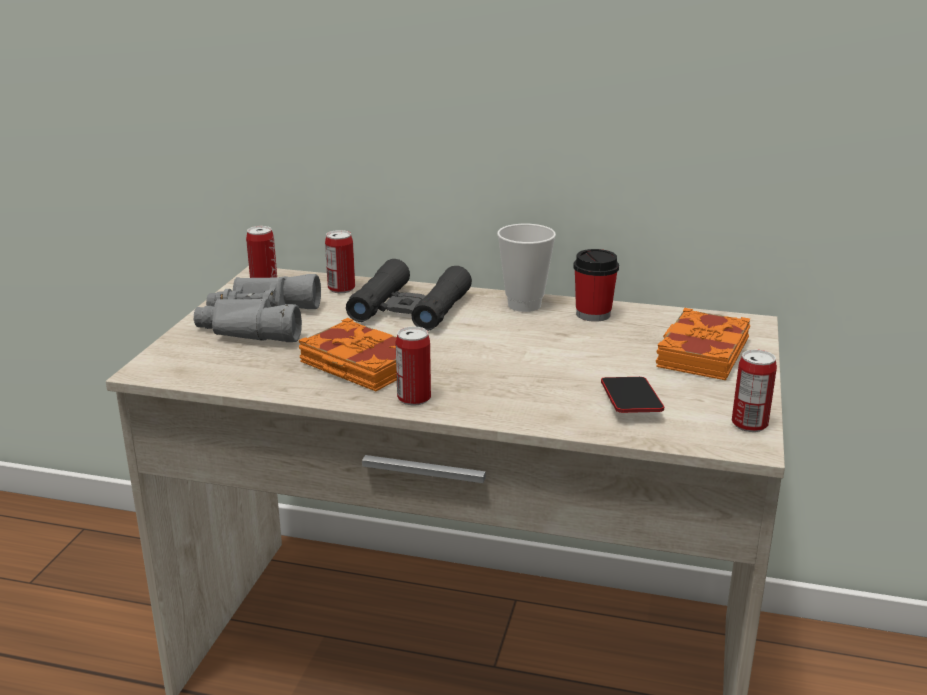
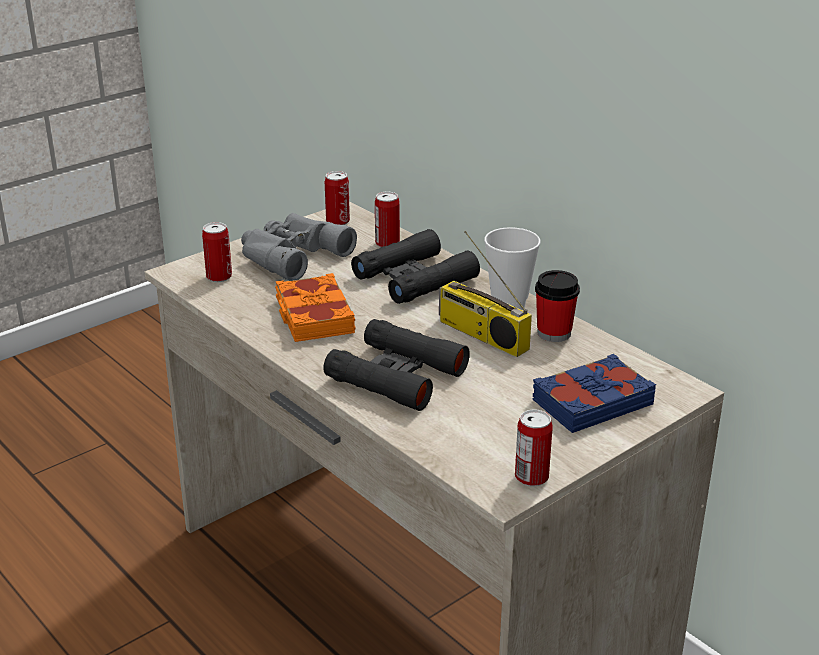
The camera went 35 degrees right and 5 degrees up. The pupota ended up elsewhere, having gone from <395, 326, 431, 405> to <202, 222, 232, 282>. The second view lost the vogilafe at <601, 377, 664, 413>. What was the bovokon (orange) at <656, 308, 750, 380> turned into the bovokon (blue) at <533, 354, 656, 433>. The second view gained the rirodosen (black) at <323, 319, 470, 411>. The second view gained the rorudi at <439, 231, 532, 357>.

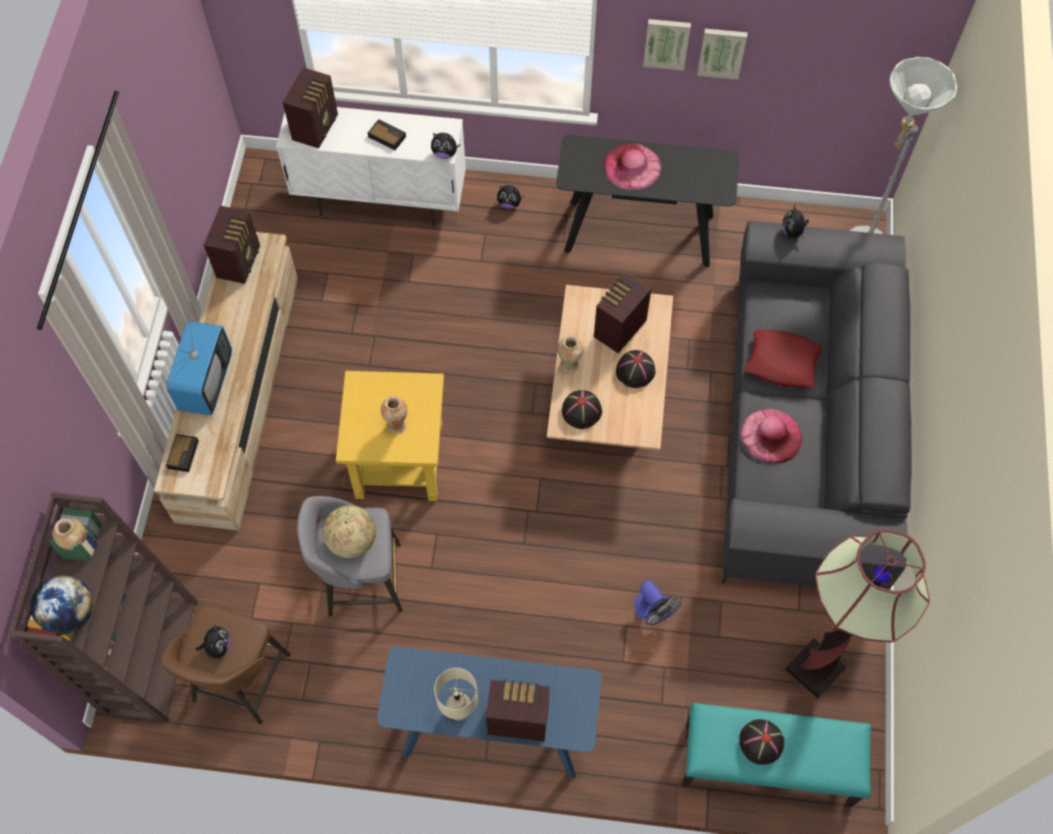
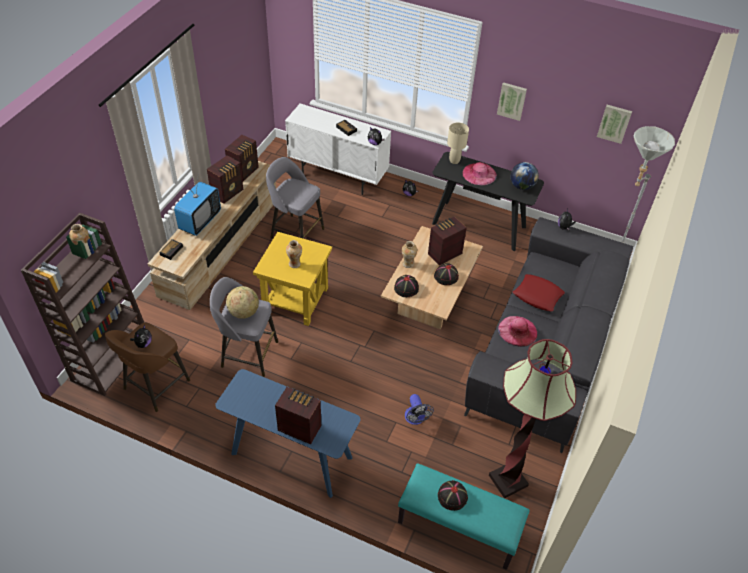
The camera went 15 degrees right and 15 degrees down. The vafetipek ended up elsewhere, having gone from <30, 575, 93, 635> to <511, 162, 539, 190>. The rorudi ended up elsewhere, having gone from <283, 67, 338, 148> to <207, 155, 243, 204>. The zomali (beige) ended up elsewhere, having gone from <434, 668, 478, 720> to <447, 123, 469, 164>. The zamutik ended up elsewhere, having gone from <697, 29, 747, 80> to <597, 105, 632, 144>. The second view gained the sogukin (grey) at <266, 157, 324, 239>.

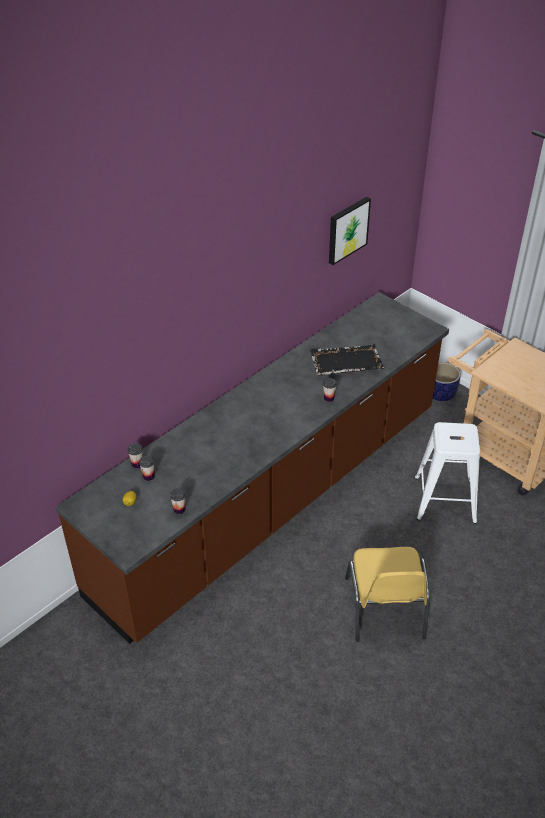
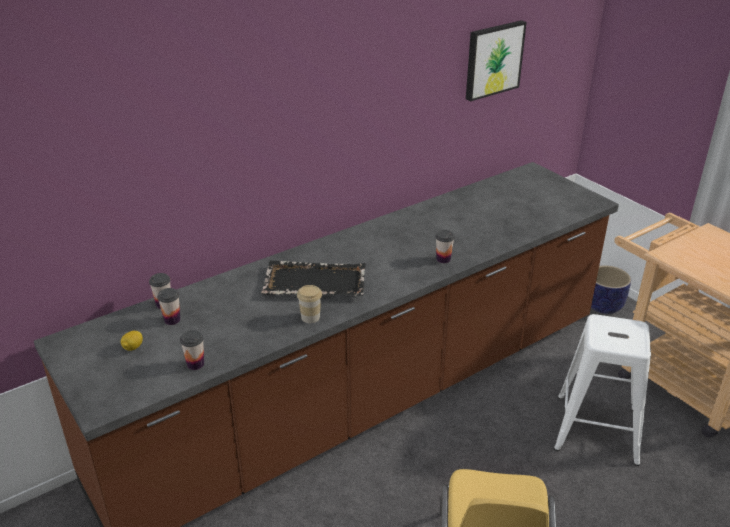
The camera went 10 degrees right and 10 degrees down. The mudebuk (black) ended up elsewhere, having gone from <310, 344, 384, 376> to <261, 260, 366, 296>. The second view gained the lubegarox at <297, 285, 322, 323>.

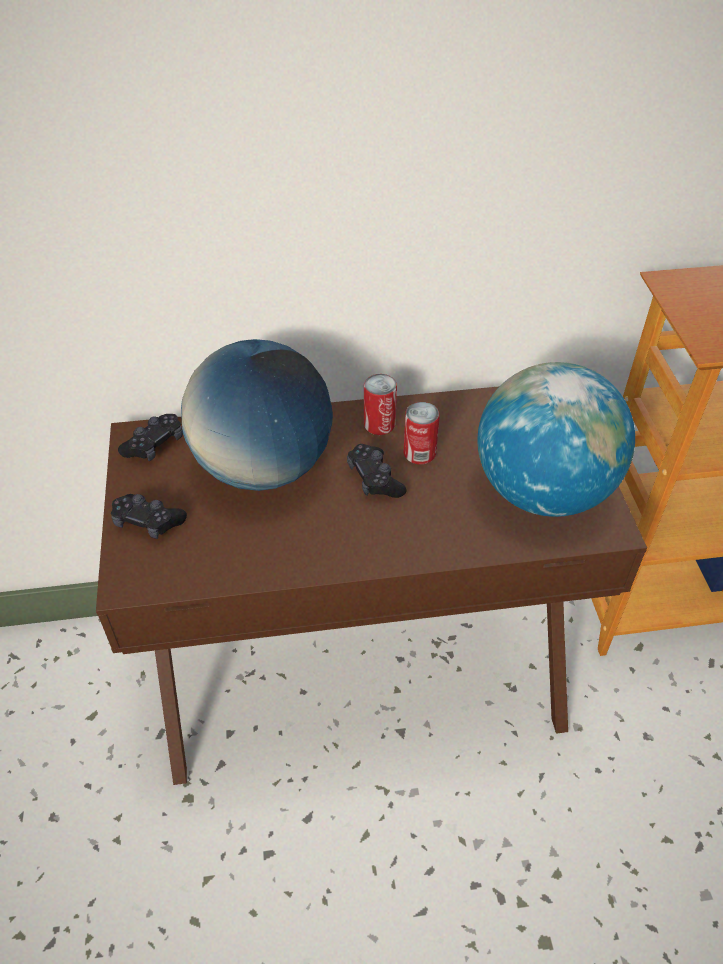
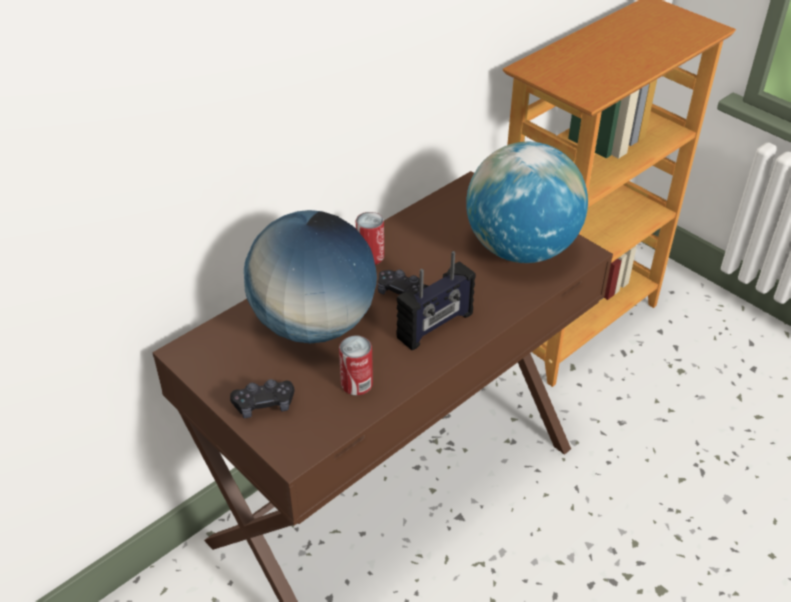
The camera went 35 degrees left and 5 degrees down. The second view lost the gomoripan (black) at <118, 414, 183, 461>. The pupota ended up elsewhere, having gone from <403, 402, 440, 465> to <339, 335, 373, 395>. The second view gained the rorudi at <397, 251, 476, 350>.

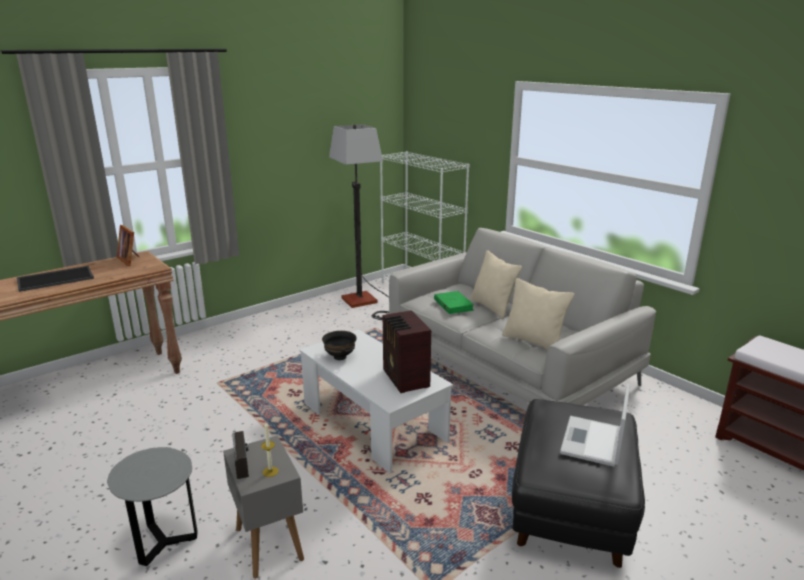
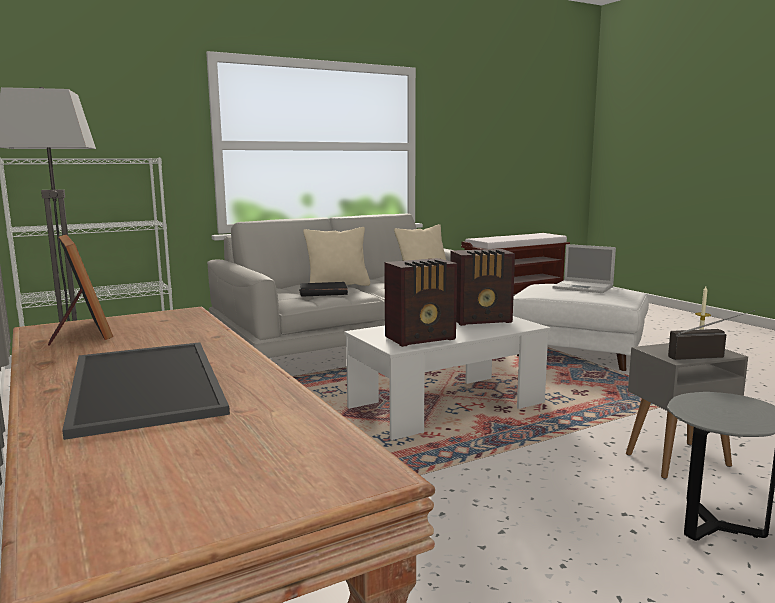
The camera went 80 degrees left and 10 degrees down. The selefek at <117, 225, 139, 266> ended up facing another way, 90 degrees counterclockwise from before. Where the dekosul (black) stood at <322, 331, 357, 360>, the rorudi came to stand at <384, 258, 457, 347>. What was the bovokon (green) at <434, 291, 474, 314> turned into the bovokon (black) at <299, 282, 348, 297>. What was the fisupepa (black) at <512, 399, 645, 568> turned into the fisupepa (white) at <513, 284, 649, 371>.

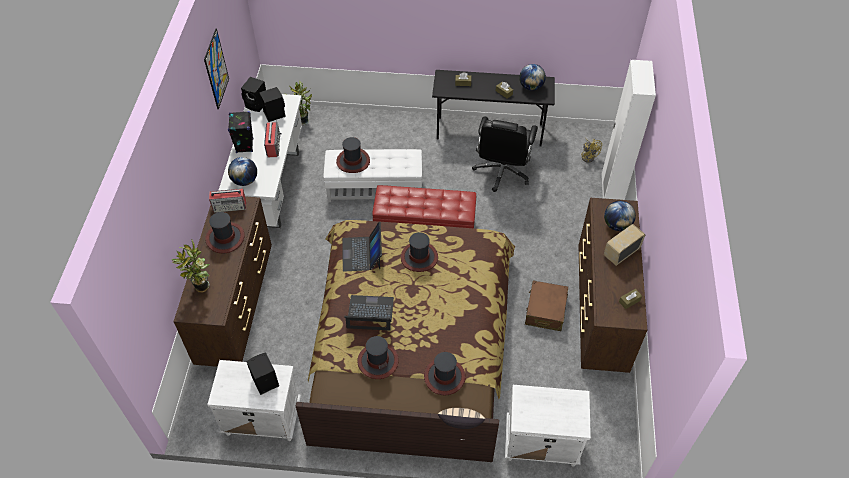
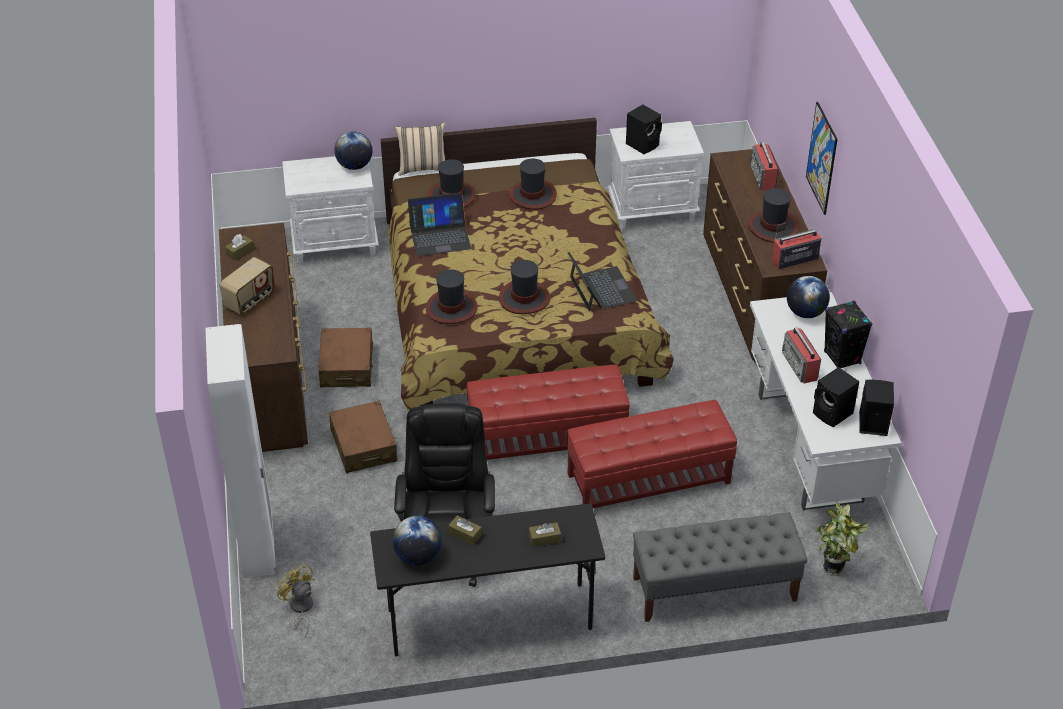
The camera went 165 degrees right and 10 degrees down. Where the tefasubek stood at <171, 239, 210, 293>, the rorudi came to stand at <750, 142, 779, 191>. The zamutik ended up elsewhere, having gone from <204, 29, 229, 109> to <806, 102, 838, 215>. What was the fisupepa (white) at <323, 149, 422, 202> turned into the fisupepa (red) at <567, 400, 737, 508>. The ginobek ended up elsewhere, having gone from <336, 137, 370, 173> to <426, 269, 478, 324>. The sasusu ended up elsewhere, having gone from <344, 295, 394, 331> to <408, 193, 471, 256>. The vafetipek ended up elsewhere, having gone from <604, 201, 636, 231> to <334, 132, 373, 170>. The second view gained the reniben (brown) at <329, 401, 397, 473>. The second view gained the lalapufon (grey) at <633, 512, 808, 622>.

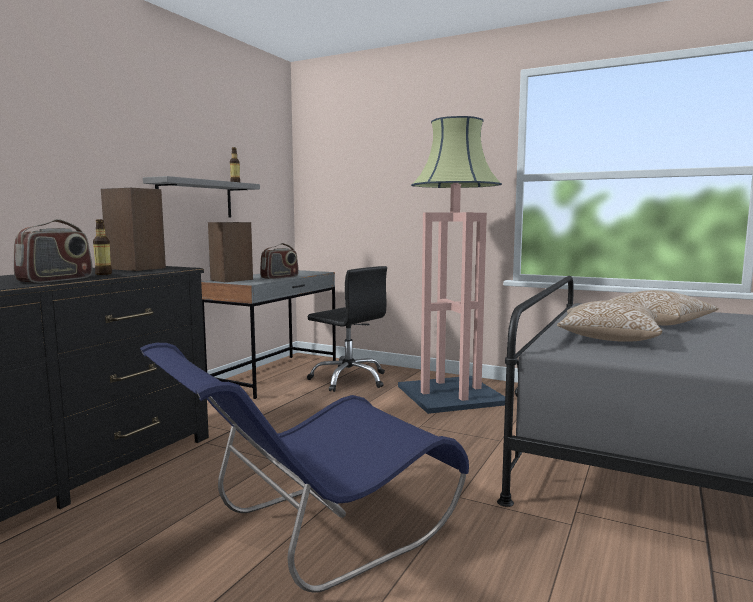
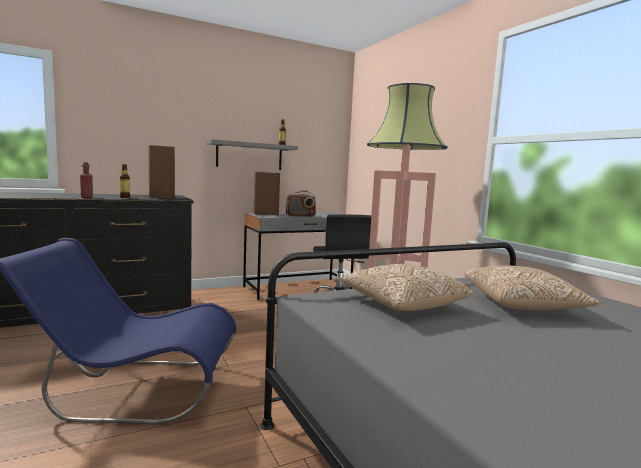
The camera went 35 degrees right and 0 degrees up. Where the rorudi stood at <13, 219, 93, 283>, the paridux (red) came to stand at <80, 162, 93, 198>.

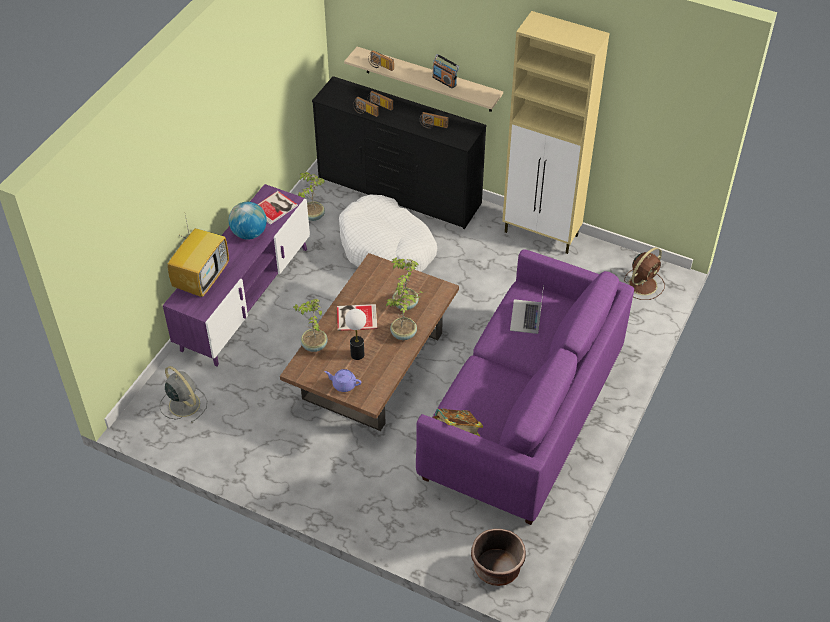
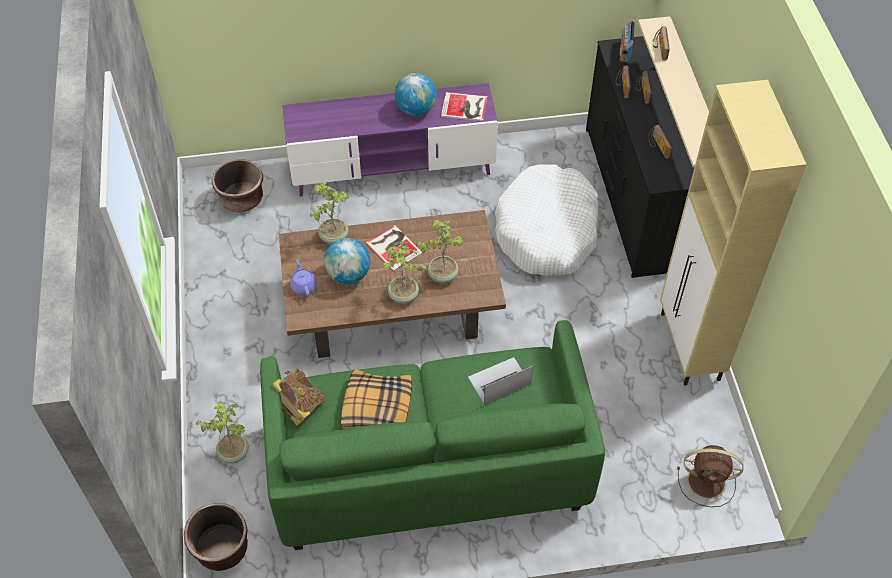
The camera went 55 degrees right and 5 degrees up. Where the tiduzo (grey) stood at <160, 366, 207, 423>, the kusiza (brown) came to stand at <212, 159, 263, 212>. The second view lost the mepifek at <167, 210, 229, 297>. The tefasubek ended up elsewhere, having gone from <298, 172, 326, 221> to <196, 402, 249, 463>. Where the zomali stood at <345, 309, 366, 360>, the vafetipek came to stand at <324, 238, 370, 284>. What was the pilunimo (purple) at <416, 249, 634, 525> turned into the pilunimo (green) at <260, 320, 605, 550>. The rorudi ended up elsewhere, having gone from <432, 54, 459, 89> to <619, 20, 635, 63>. The second view gained the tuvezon at <341, 369, 412, 429>.

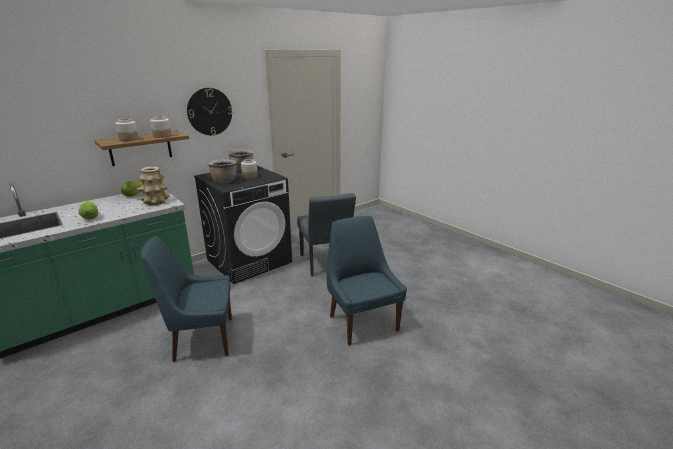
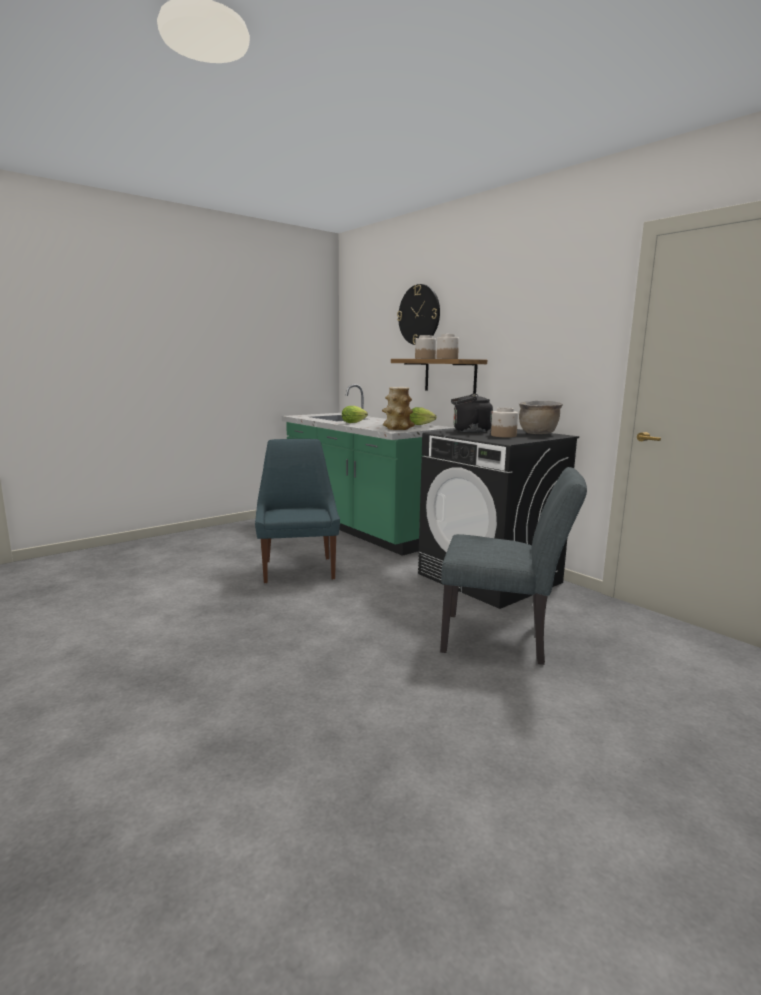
The camera went 90 degrees right and 10 degrees down. The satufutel ended up elsewhere, having gone from <187, 88, 233, 135> to <397, 284, 440, 345>. Where the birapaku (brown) stood at <208, 159, 237, 184>, the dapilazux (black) came to stand at <451, 393, 493, 433>. The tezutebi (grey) at <297, 193, 356, 277> ended up facing another way, 150 degrees counterclockwise from before. The second view lost the tezutebi (blue) at <327, 216, 407, 345>.

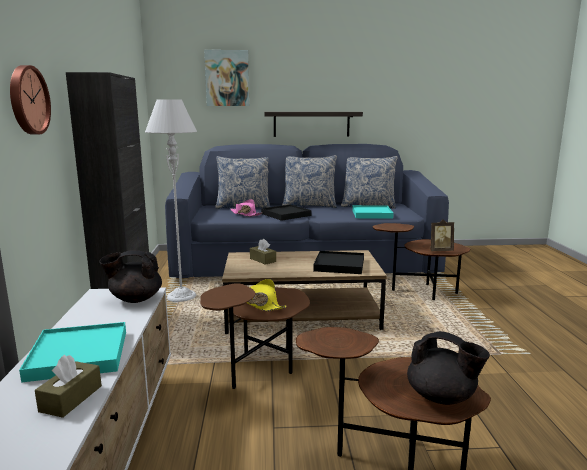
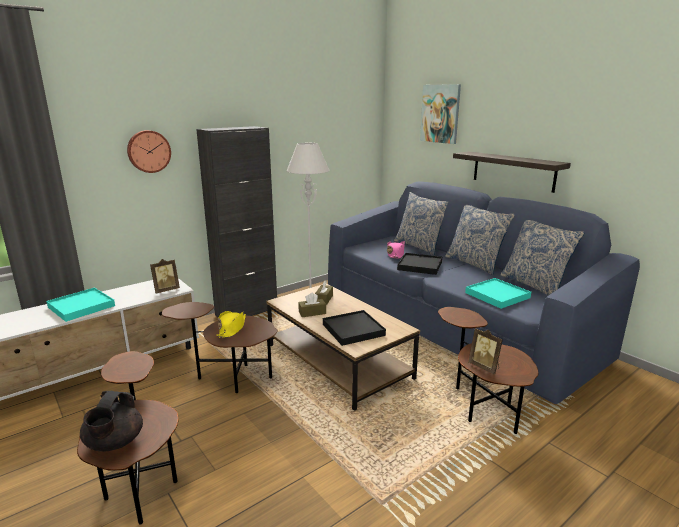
The camera went 55 degrees right and 5 degrees up. The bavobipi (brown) ended up elsewhere, having gone from <35, 354, 102, 418> to <298, 293, 326, 317>. Where the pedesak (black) stood at <99, 250, 162, 303>, the selefek came to stand at <150, 259, 180, 293>.

